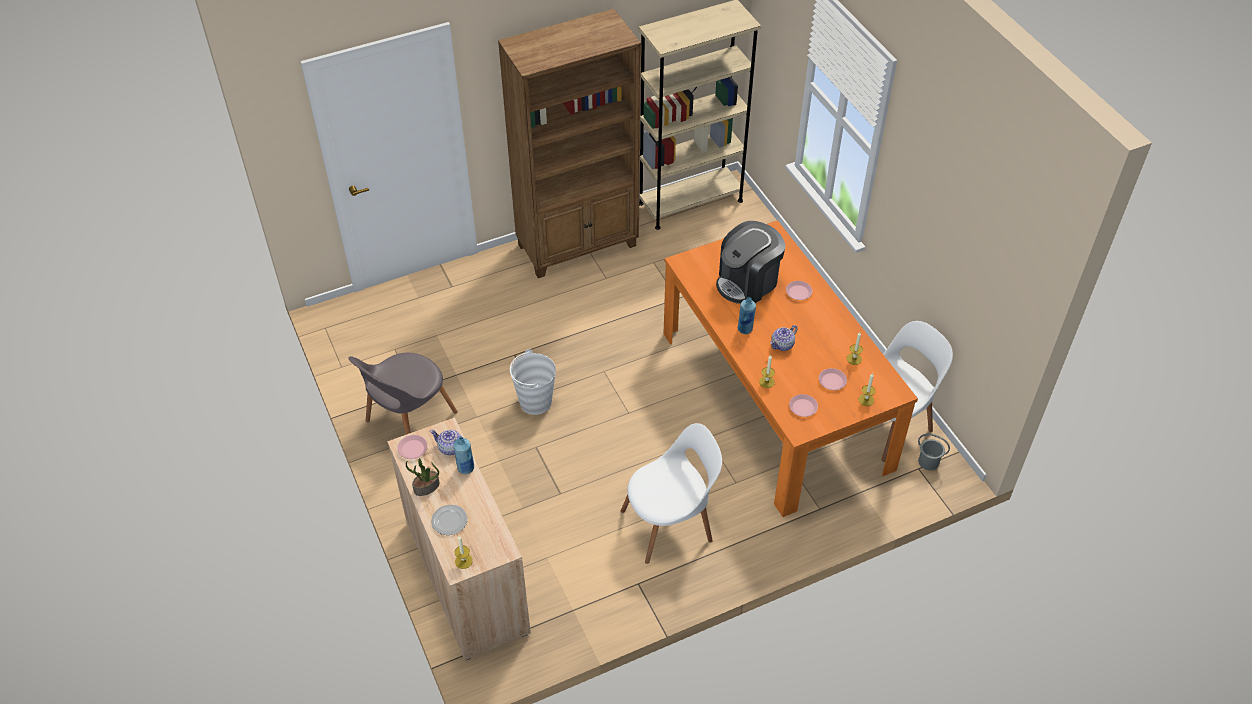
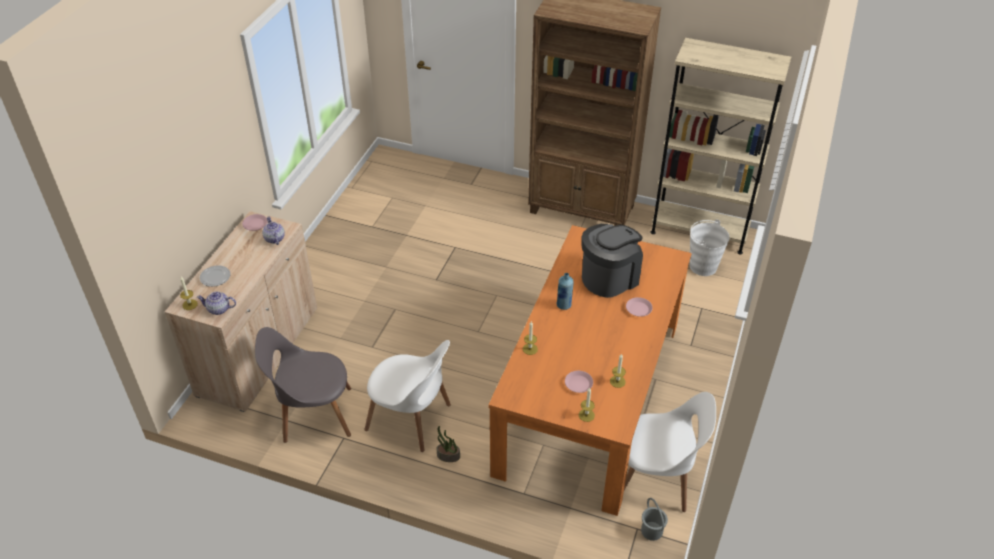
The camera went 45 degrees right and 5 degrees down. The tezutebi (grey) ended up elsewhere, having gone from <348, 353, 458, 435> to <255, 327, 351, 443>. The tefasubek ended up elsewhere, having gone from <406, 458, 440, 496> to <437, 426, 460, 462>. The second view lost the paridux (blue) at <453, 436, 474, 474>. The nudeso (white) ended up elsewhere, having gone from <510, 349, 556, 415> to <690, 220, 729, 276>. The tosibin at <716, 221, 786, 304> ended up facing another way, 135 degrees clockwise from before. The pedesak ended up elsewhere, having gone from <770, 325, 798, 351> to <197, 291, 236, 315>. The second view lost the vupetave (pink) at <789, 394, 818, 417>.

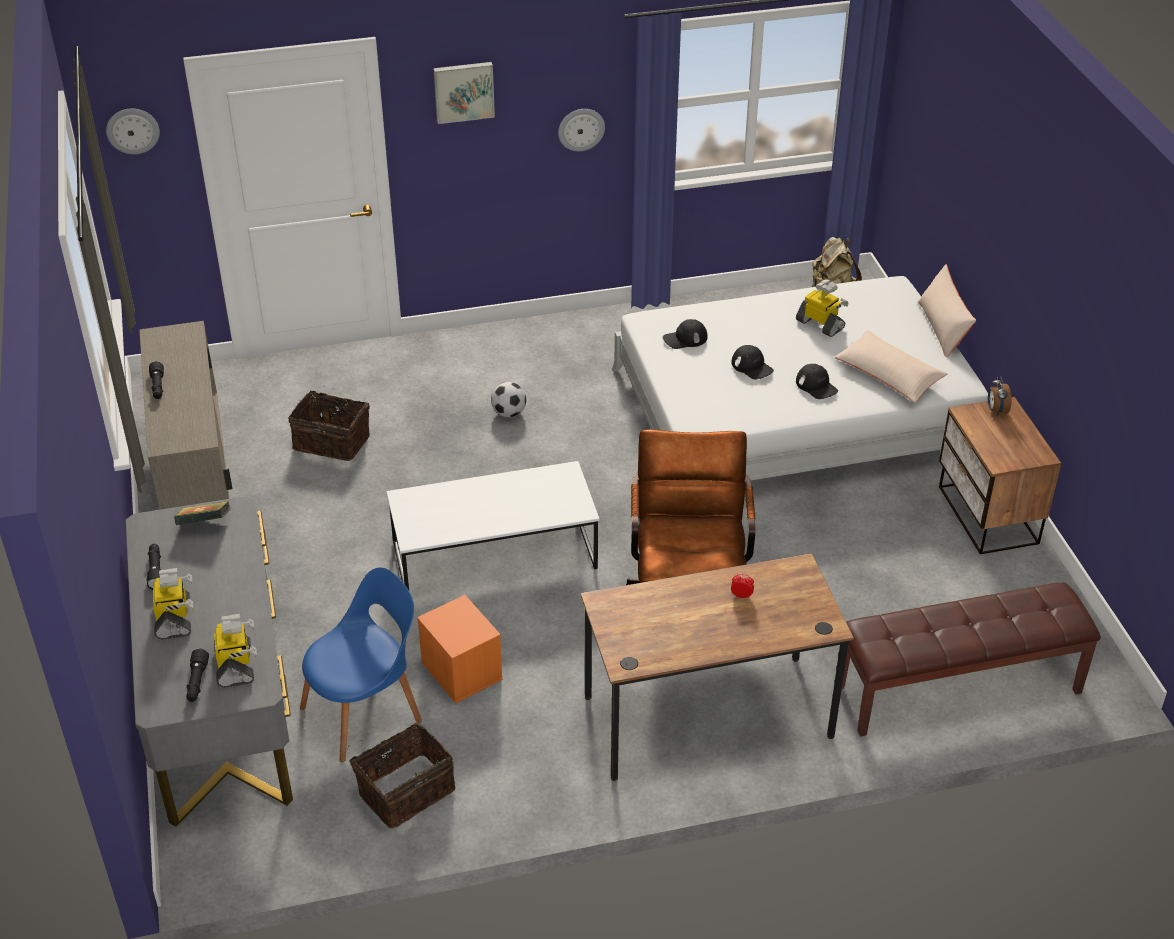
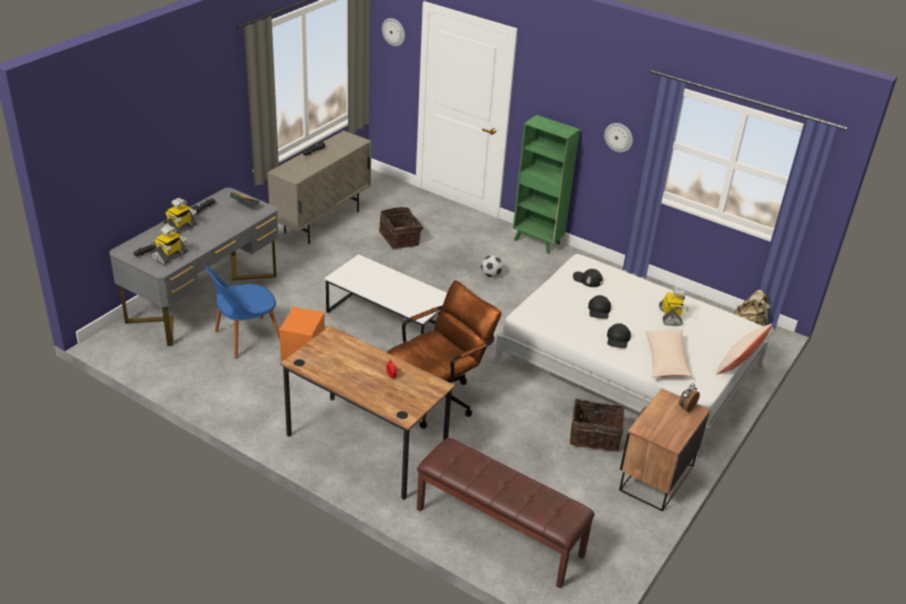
The camera went 45 degrees right and 5 degrees down. The tezutebi (blue) at <300, 568, 422, 762> ended up facing another way, 135 degrees clockwise from before. The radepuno ended up elsewhere, having gone from <348, 722, 455, 828> to <570, 394, 624, 451>. The second view lost the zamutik at <433, 62, 495, 124>. The second view gained the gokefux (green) at <513, 115, 580, 254>.

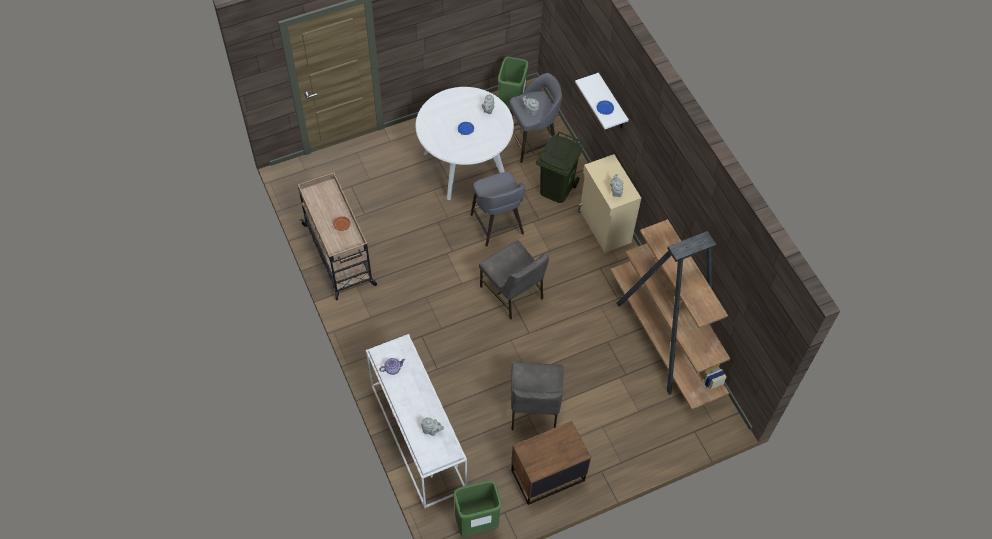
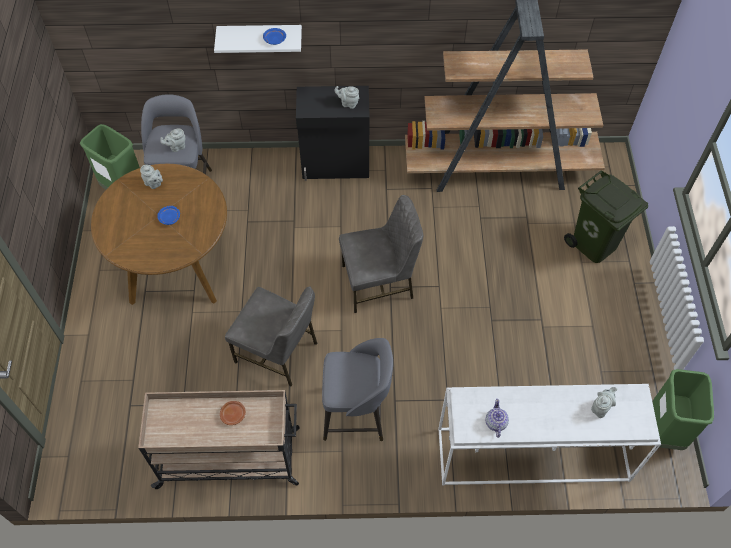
The camera went 65 degrees left and 0 degrees up. What was the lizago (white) at <416, 87, 514, 200> turned into the lizago (brown) at <91, 164, 227, 305>. The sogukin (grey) ended up elsewhere, having gone from <471, 172, 525, 247> to <322, 338, 393, 441>. The tezutebi (grey) ended up elsewhere, having gone from <511, 362, 564, 430> to <225, 286, 317, 387>. The second view lost the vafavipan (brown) at <511, 421, 591, 505>. The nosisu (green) ended up elsewhere, having gone from <536, 131, 583, 203> to <564, 171, 648, 263>. What was the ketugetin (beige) at <578, 154, 641, 253> turned into the ketugetin (black) at <296, 86, 370, 181>.

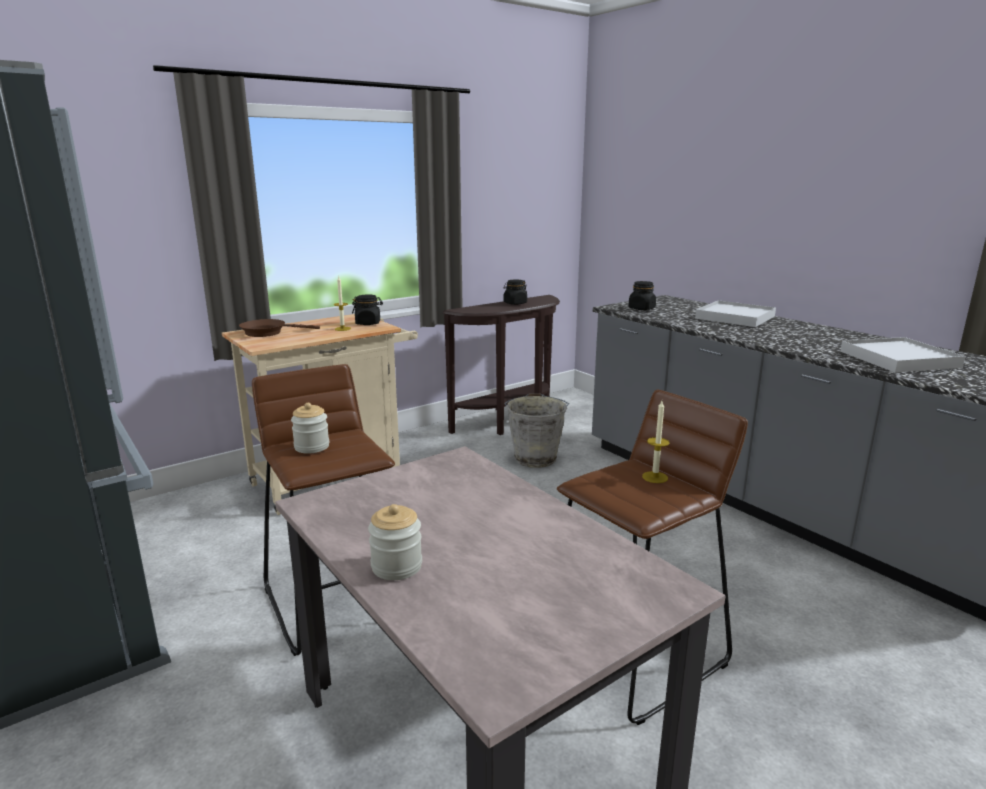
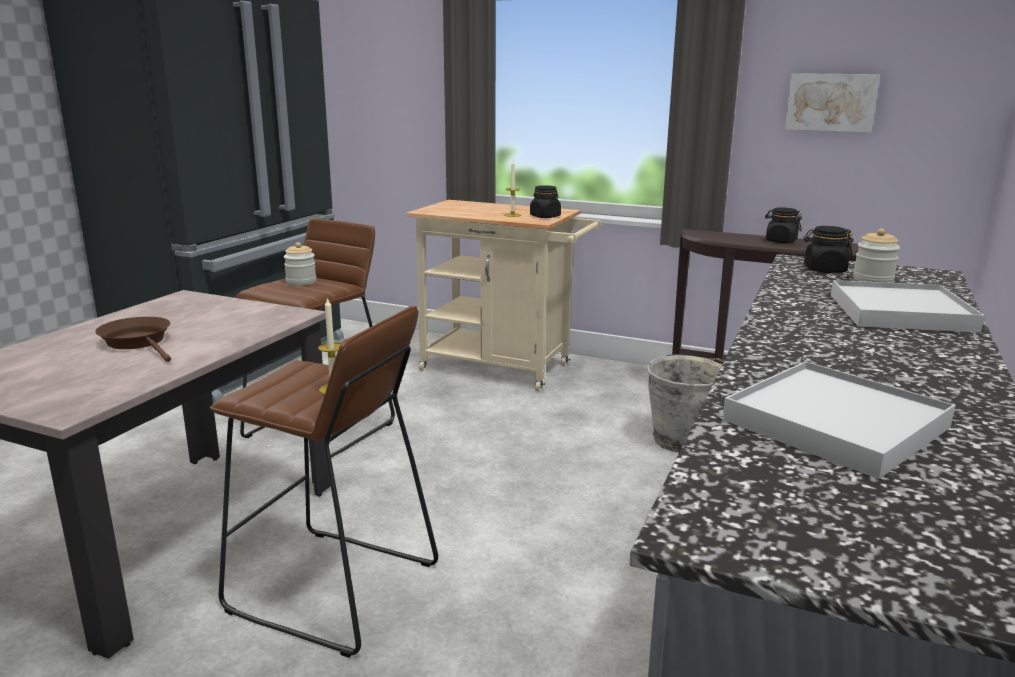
The camera went 60 degrees right and 0 degrees up. The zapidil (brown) ended up elsewhere, having gone from <239, 319, 320, 337> to <95, 317, 171, 362>. The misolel ended up elsewhere, having gone from <368, 504, 422, 580> to <853, 228, 900, 283>. The second view gained the zamutik at <784, 73, 880, 132>.

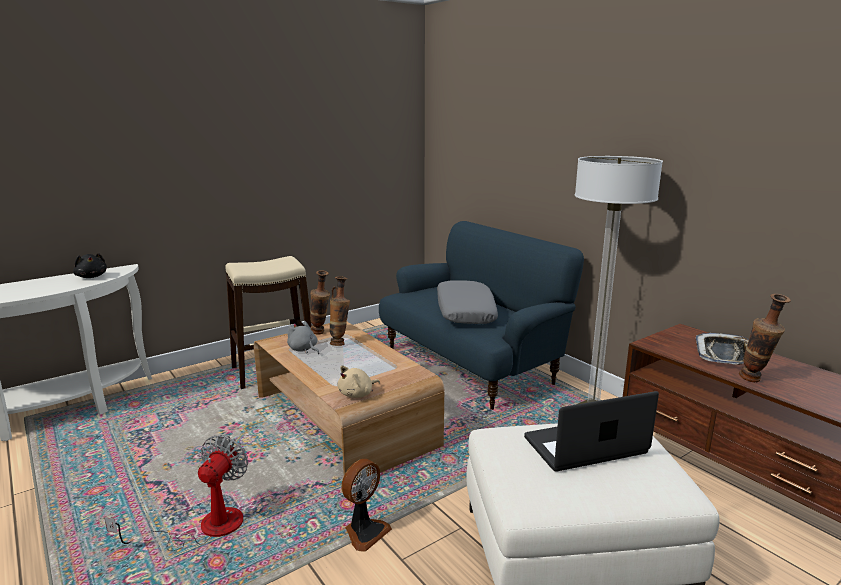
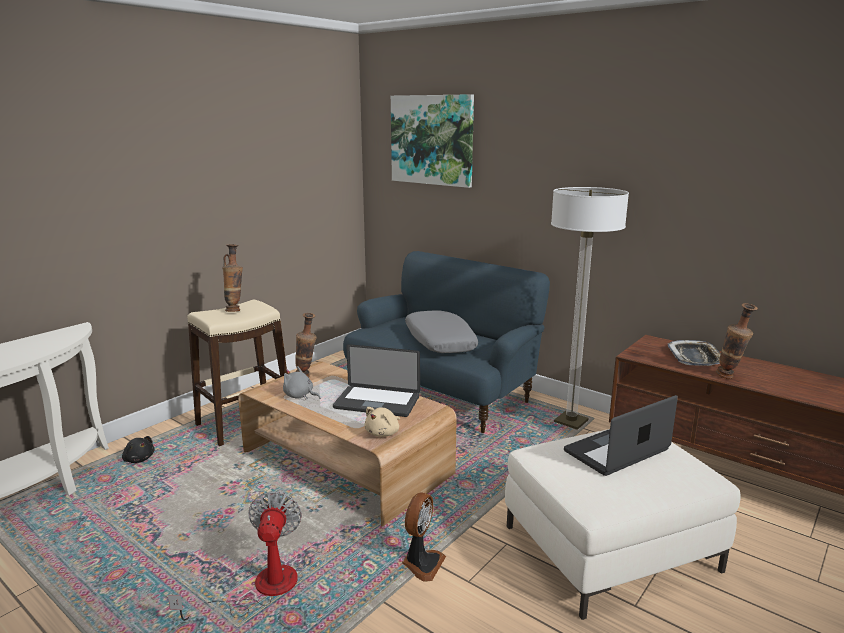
The camera went 15 degrees left and 0 degrees up. The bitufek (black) ended up elsewhere, having gone from <73, 253, 107, 278> to <122, 436, 155, 463>. The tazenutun ended up elsewhere, having gone from <330, 277, 350, 346> to <222, 244, 243, 312>. The second view gained the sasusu at <333, 344, 420, 417>. The second view gained the zamutik at <391, 94, 474, 188>.

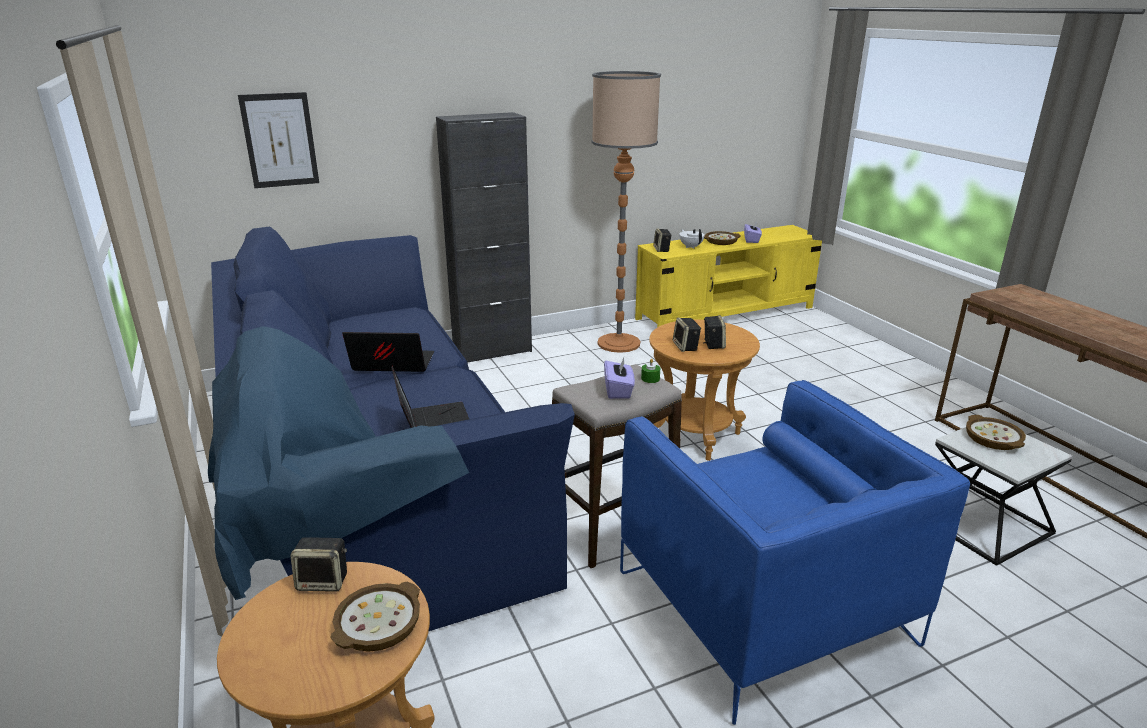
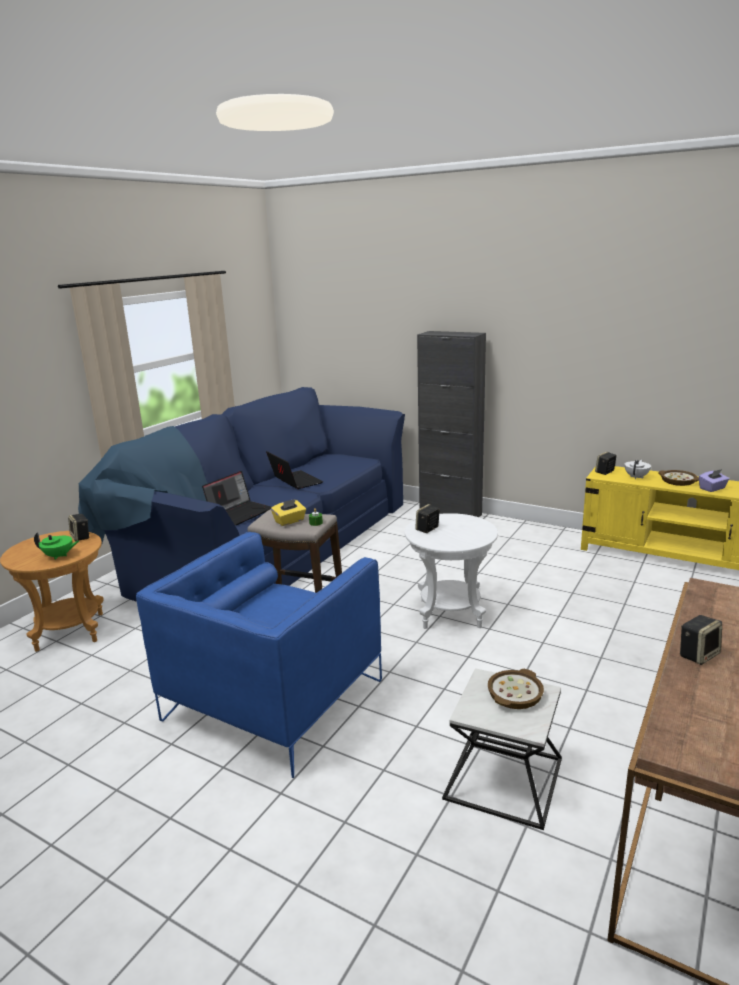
The camera went 55 degrees right and 5 degrees down. The second view lost the zamutik at <238, 92, 319, 188>. Where the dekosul stood at <330, 582, 420, 652>, the pedesak (green) came to stand at <34, 532, 79, 560>. The second view lost the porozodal at <592, 71, 661, 353>. What was the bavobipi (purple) at <604, 358, 635, 399> turned into the bavobipi (yellow) at <271, 499, 306, 526>. What was the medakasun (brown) at <649, 320, 760, 461> turned into the medakasun (white) at <405, 513, 498, 629>. The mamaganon ended up elsewhere, having gone from <703, 315, 726, 349> to <680, 615, 722, 665>.

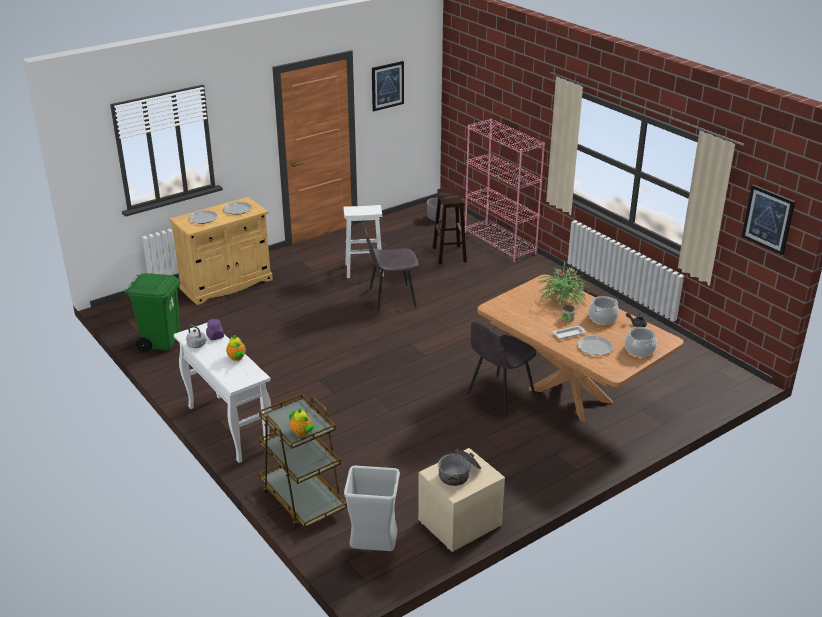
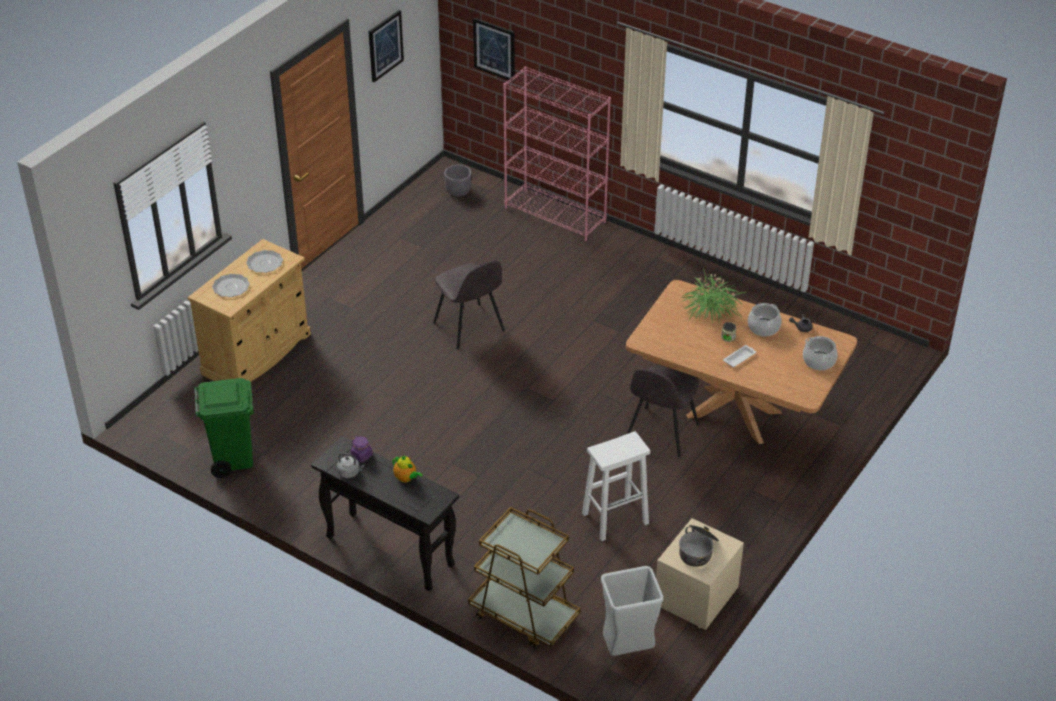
The camera went 20 degrees left and 10 degrees up. What was the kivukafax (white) at <174, 322, 271, 463> turned into the kivukafax (black) at <311, 436, 459, 591>. The second view lost the pedesak at <289, 408, 318, 437>. The sogukin (white) ended up elsewhere, having gone from <343, 205, 384, 278> to <582, 431, 650, 541>. The tezutebi (grey) at <362, 223, 419, 311> ended up facing another way, 90 degrees counterclockwise from before. The second view lost the sogukin (brown) at <432, 188, 467, 264>. The second view lost the vupetave at <577, 336, 613, 355>. The zamutik ended up elsewhere, having gone from <742, 184, 795, 255> to <473, 18, 515, 82>.

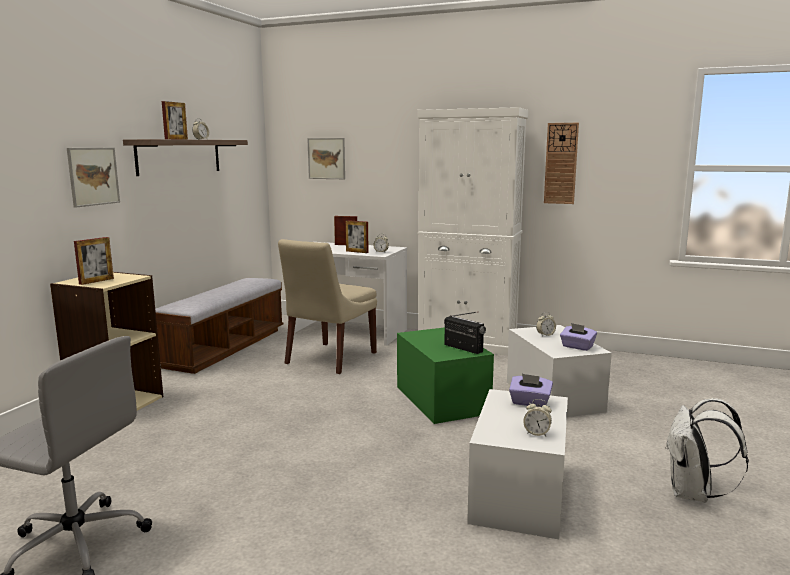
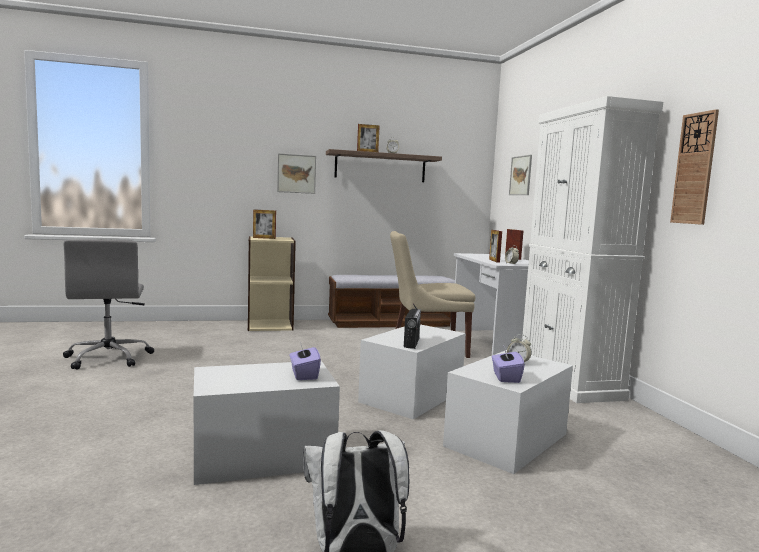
The camera went 55 degrees right and 5 degrees down. What was the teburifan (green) at <397, 327, 494, 424> turned into the teburifan (white) at <358, 324, 466, 419>. The second view lost the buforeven at <523, 399, 552, 436>.

